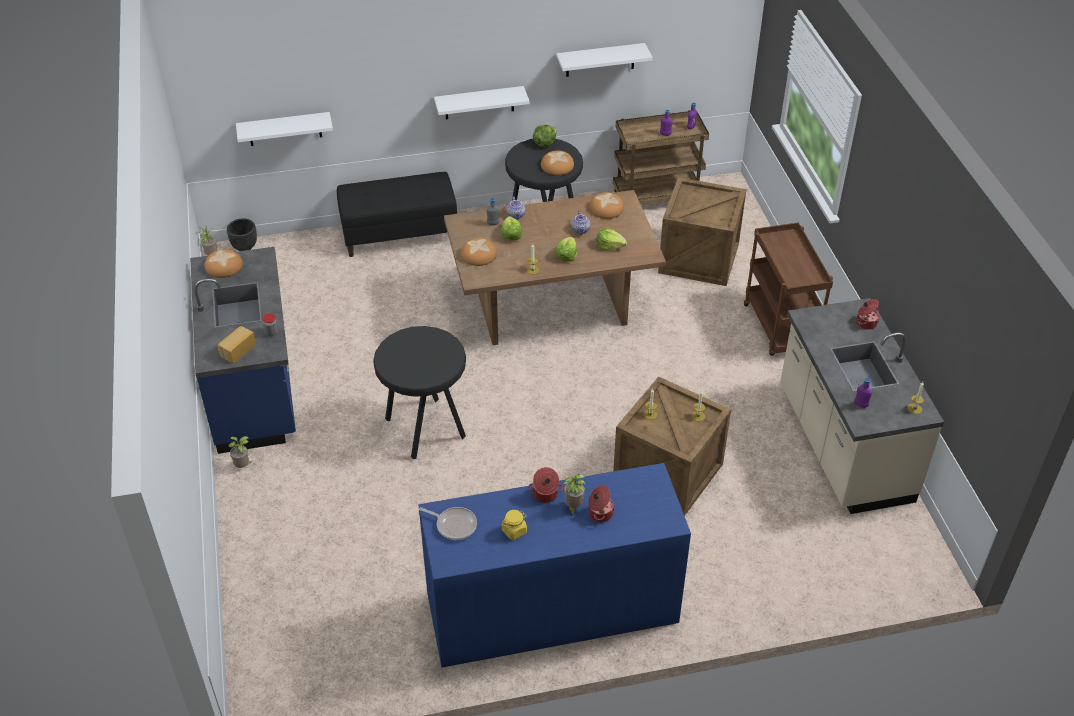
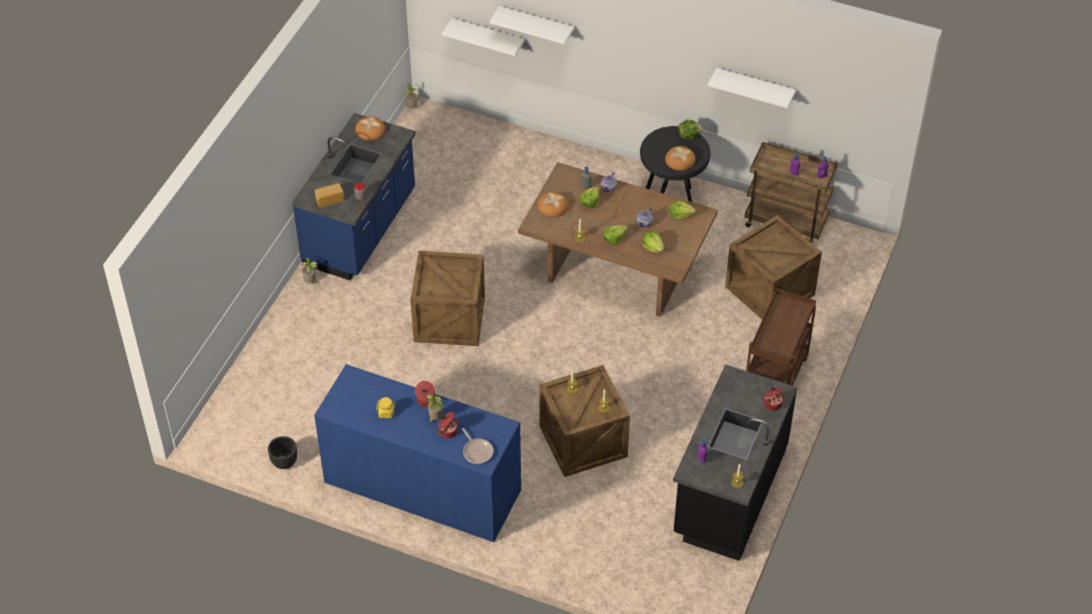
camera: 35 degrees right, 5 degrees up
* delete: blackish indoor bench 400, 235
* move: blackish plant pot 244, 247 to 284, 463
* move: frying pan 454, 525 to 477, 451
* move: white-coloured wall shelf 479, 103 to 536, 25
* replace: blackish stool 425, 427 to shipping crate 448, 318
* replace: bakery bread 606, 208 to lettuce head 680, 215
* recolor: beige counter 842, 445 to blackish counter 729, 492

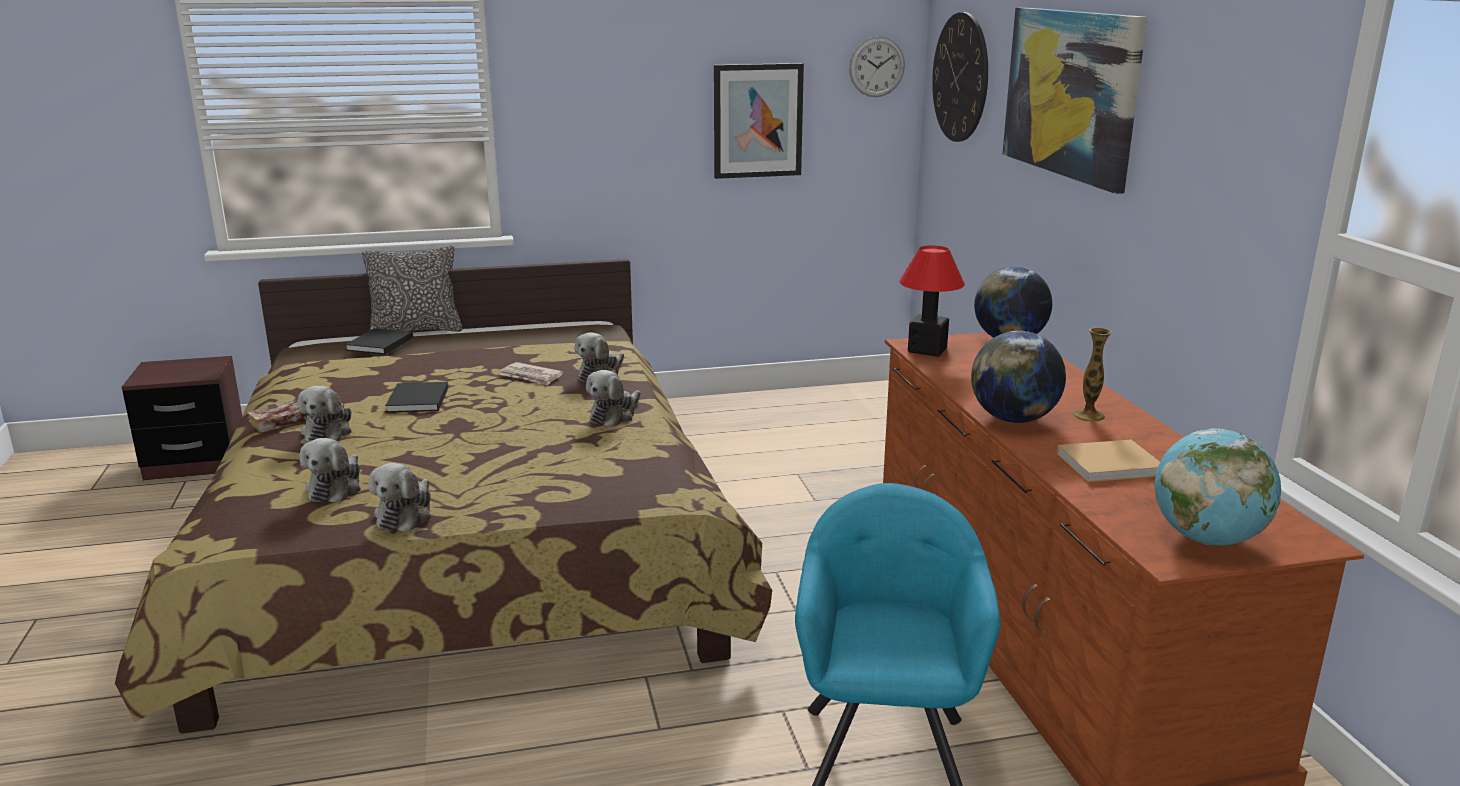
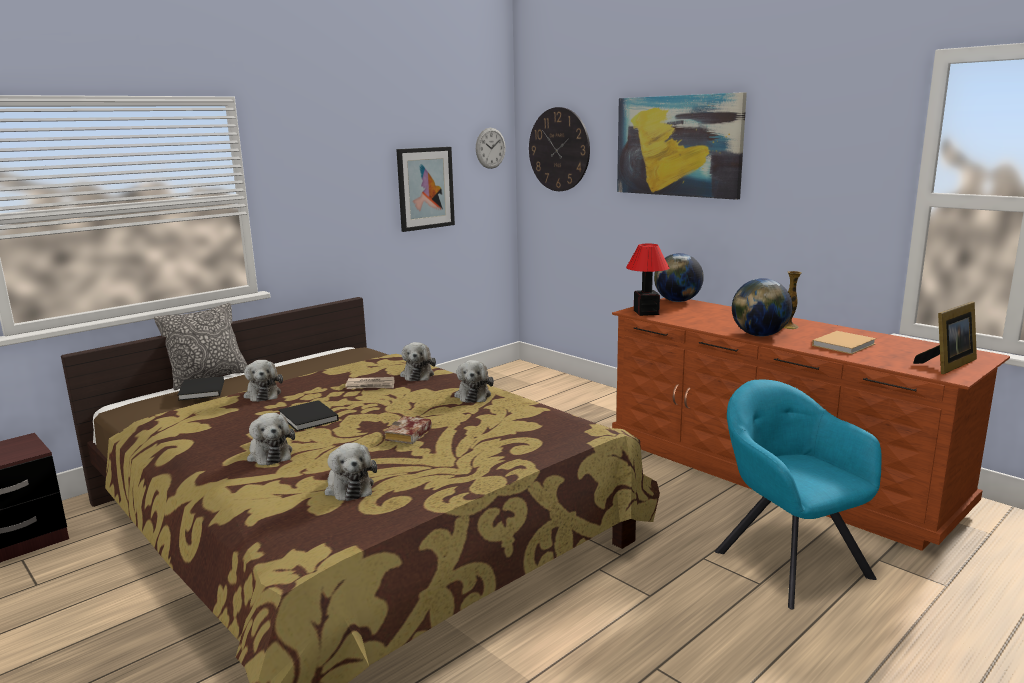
camera: 30 degrees left, 5 degrees down
* move: book 277, 423 to 409, 435
* move: soft toy 405, 515 to 262, 394
* replace: world globe 1207, 539 to photo frame 948, 365

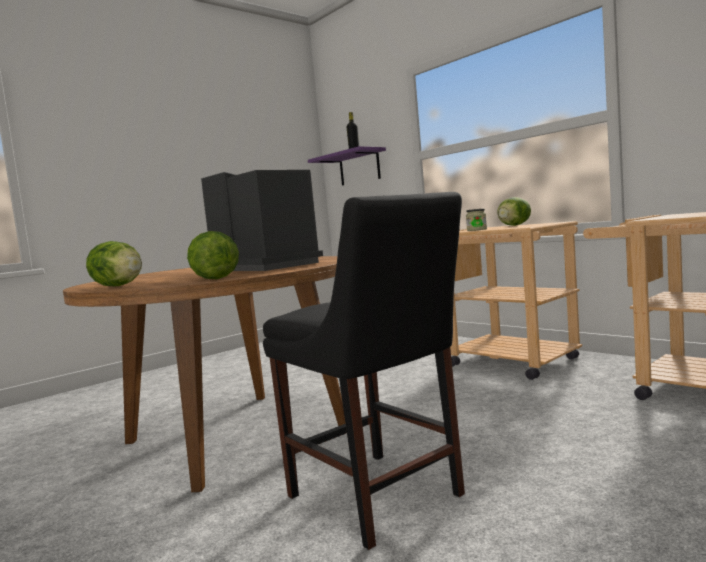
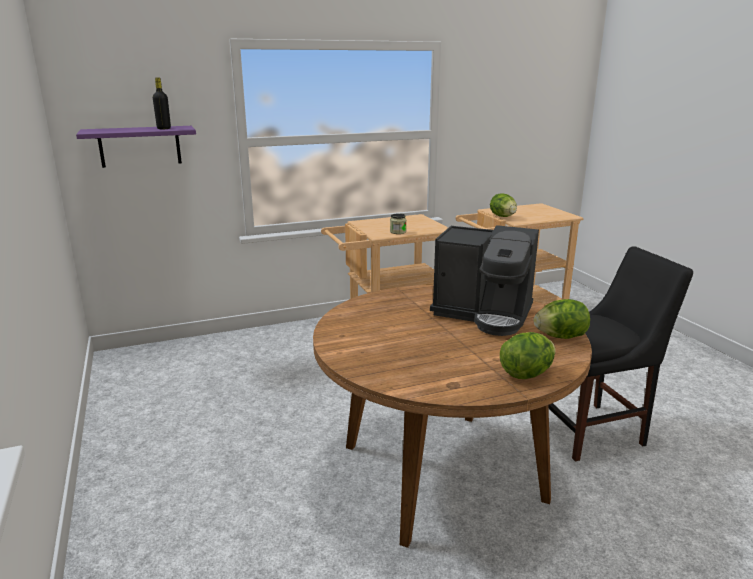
camera: 70 degrees left, 15 degrees up
* move: lettuce head 514, 225 to 503, 216
* rotate: coffee brewer 266, 267 = 484, 314 135 degrees counterclockwise

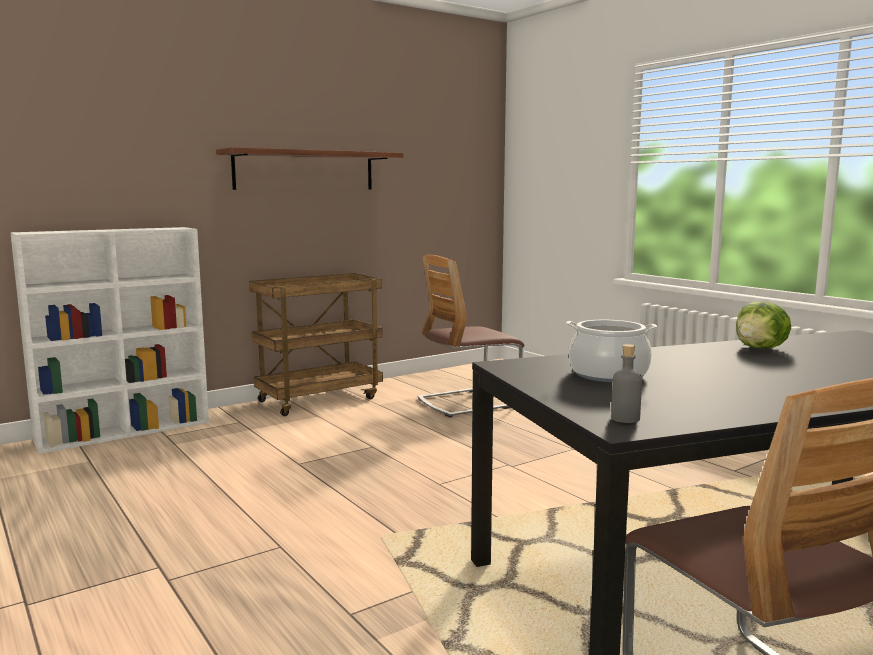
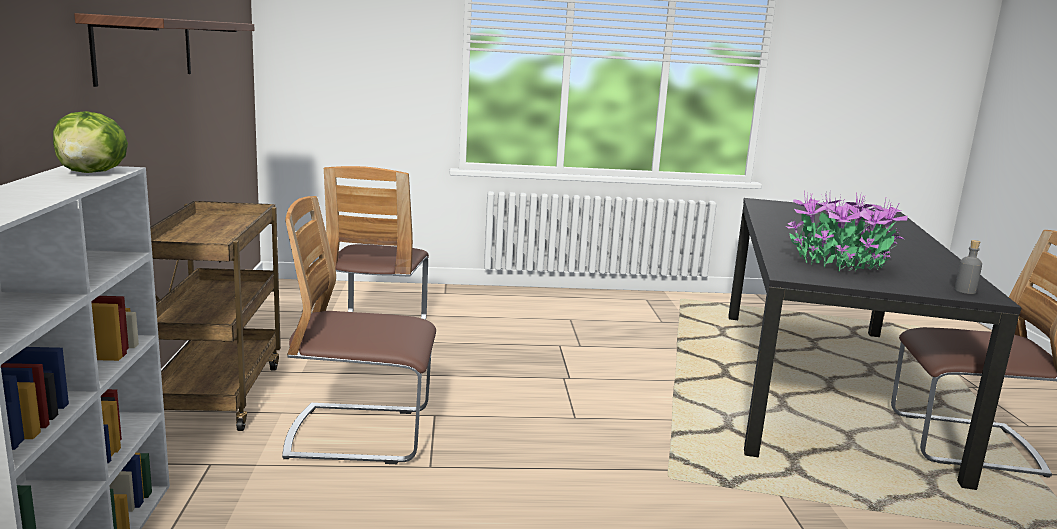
camera: 60 degrees left, 5 degrees up
* insert: upright chair 360, 434
* move: lettuce head 761, 348 to 93, 173
* replace: cooking pot 608, 374 to potted plant 841, 264

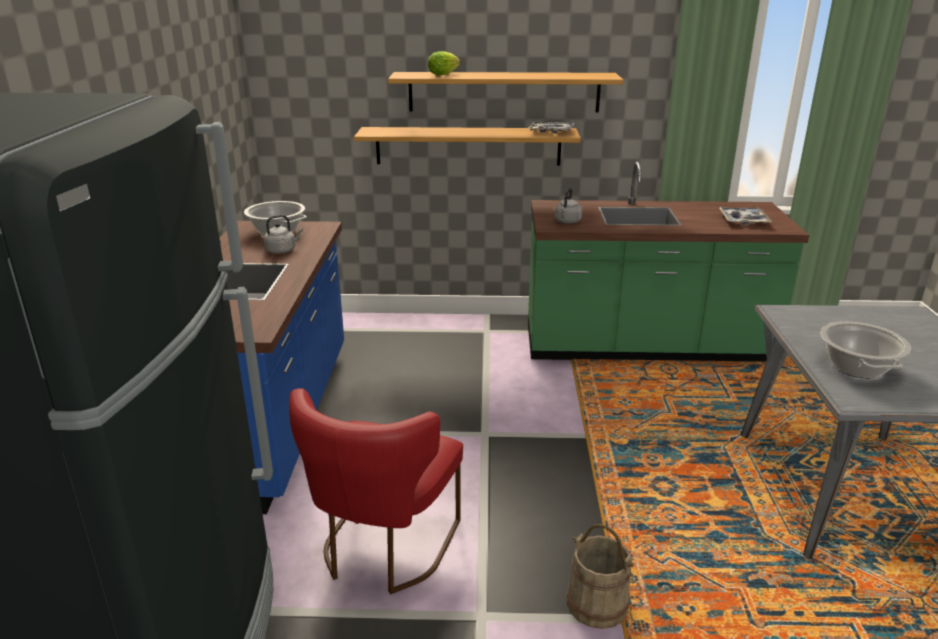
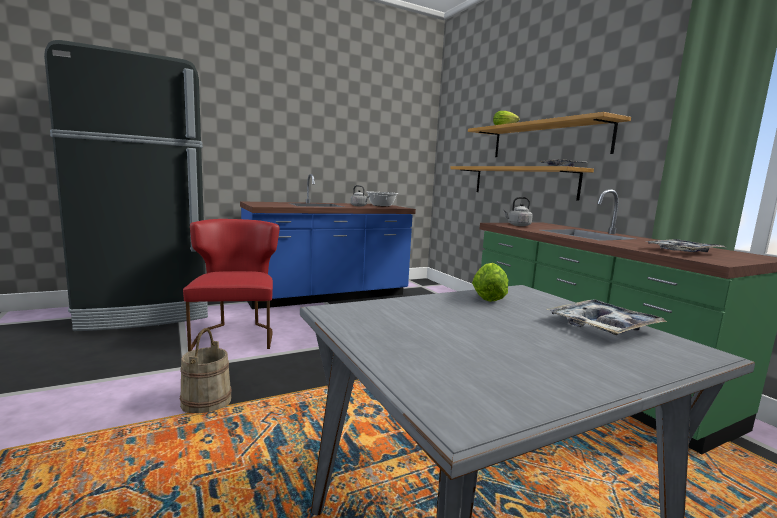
camera: 60 degrees right, 15 degrees down
* delete: cooking pot 856, 367
* insert: lettuce head 488, 297
* insert: serving tray 602, 326
* rotate: red upright chair 383, 550 = 235, 335 90 degrees clockwise

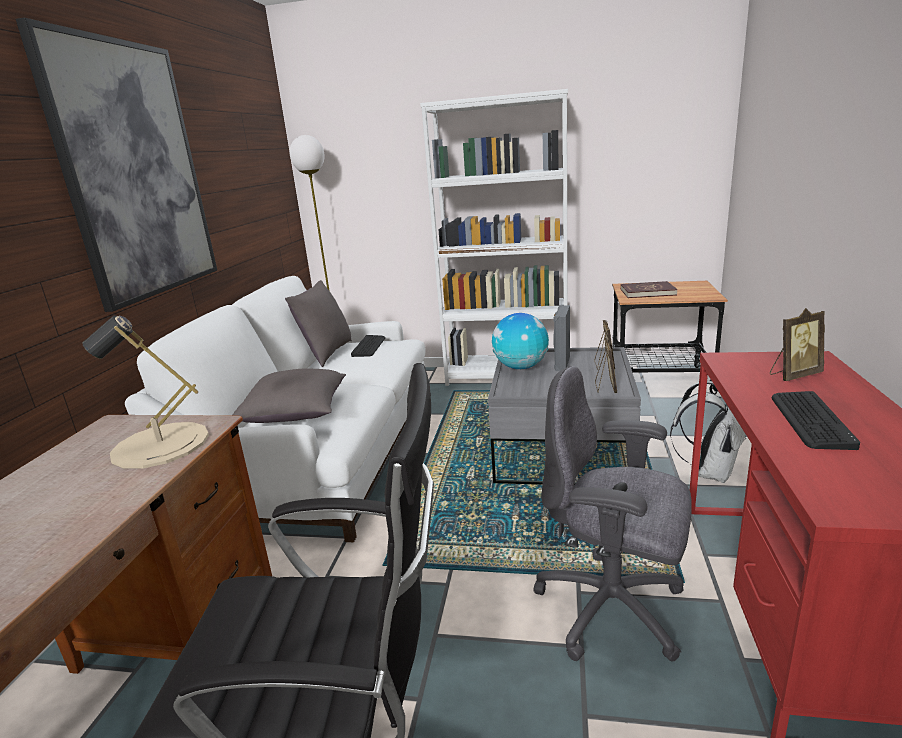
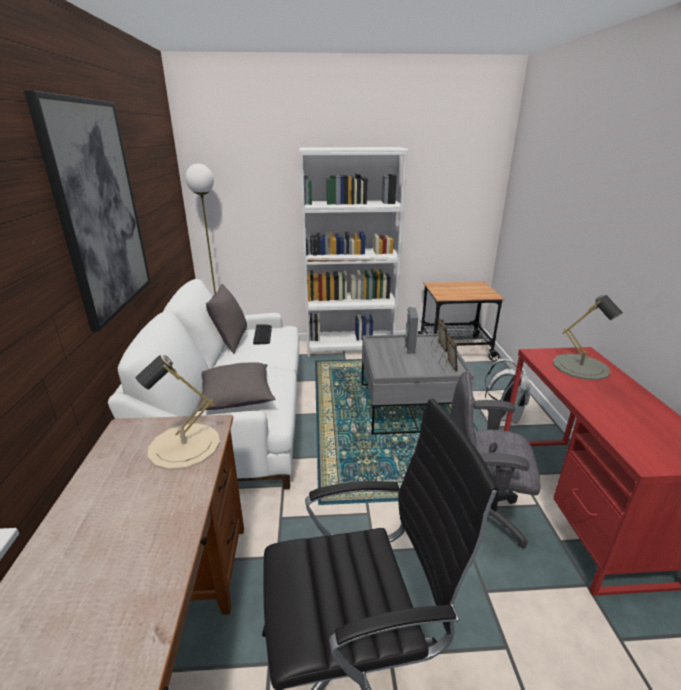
camera: 15 degrees left, 5 degrees up
* delete: world globe 521, 367
* delete: red book 647, 292
* delete: PC keyboard 810, 420
* replace: photo frame 793, 375 to greyish table lamp 580, 367

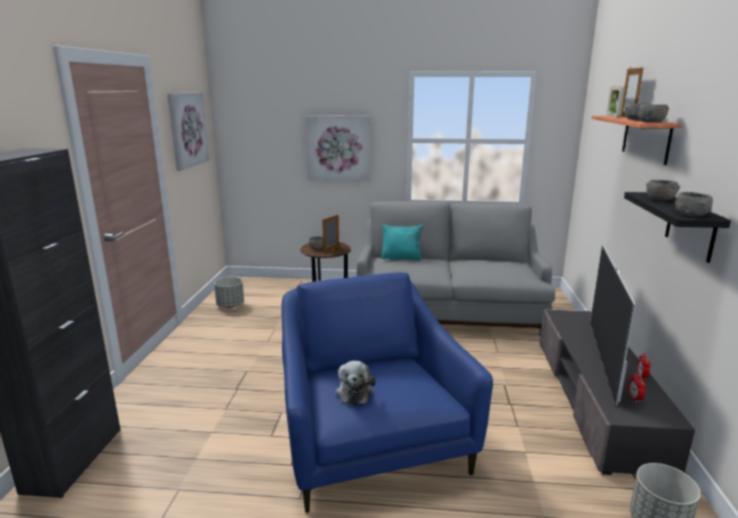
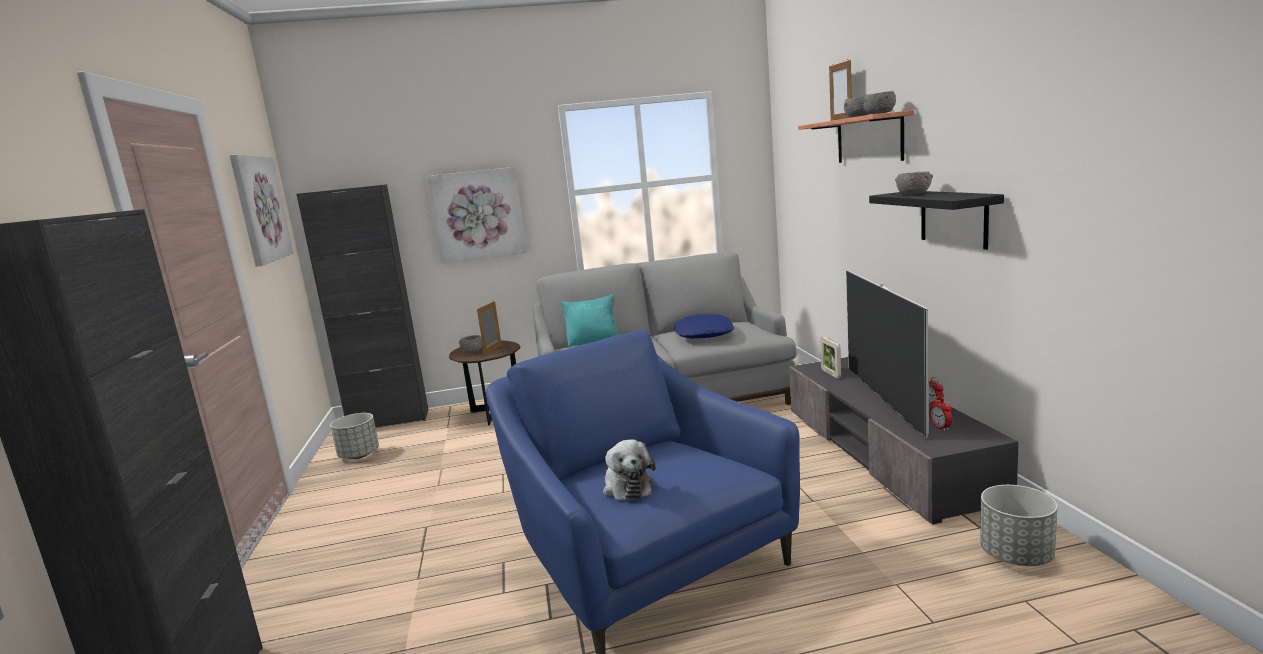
camera: 15 degrees left, 5 degrees down
* delete: greyish deep dish 691, 214
* insert: blackish storage cabinet 389, 421
* insert: blue-coloured cushion 704, 334
* move: photo frame 612, 117 to 830, 373

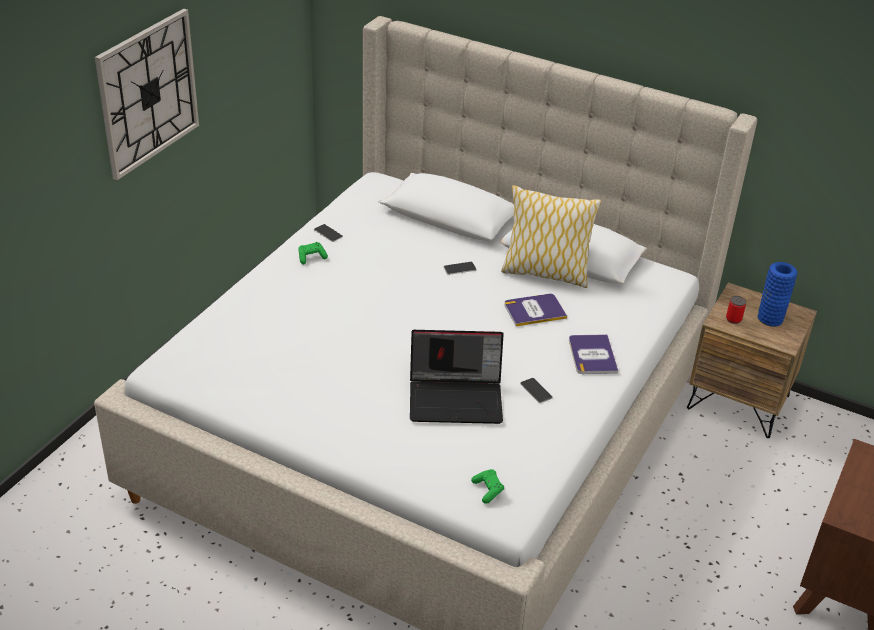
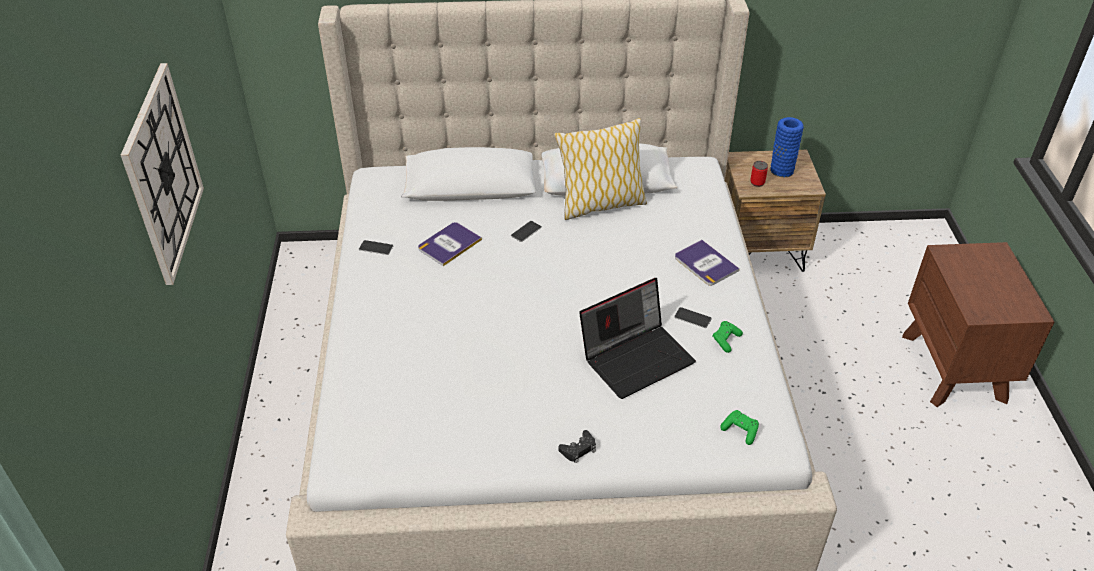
camera: 30 degrees left, 5 degrees up
* insert: blackish game controller 578, 449
* move: green-coloured game controller 311, 257 to 725, 340
* move: book 534, 310 to 449, 244

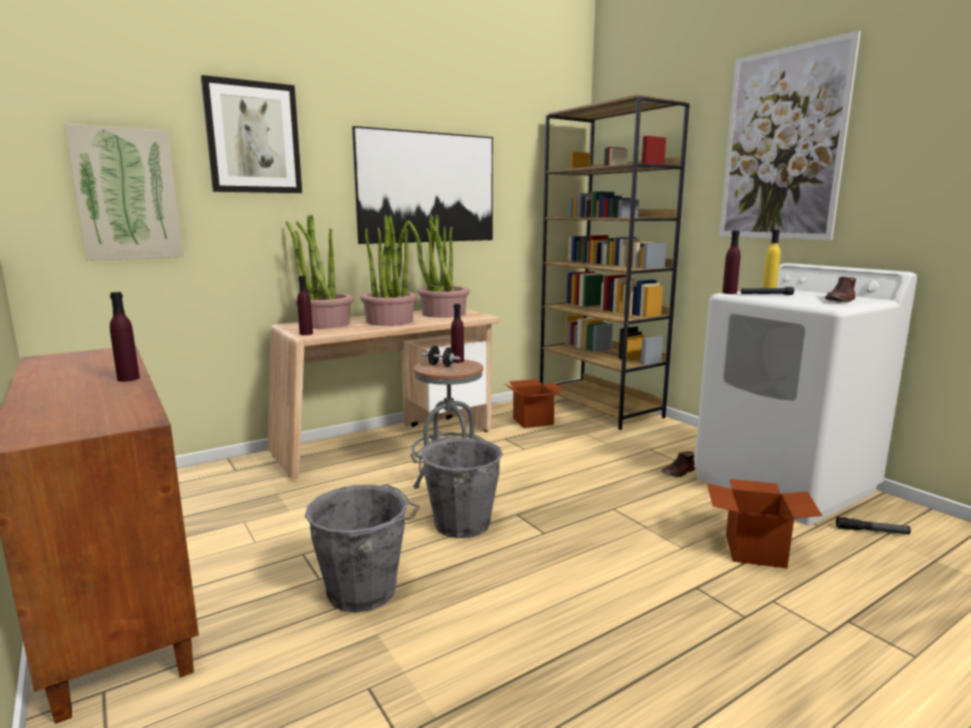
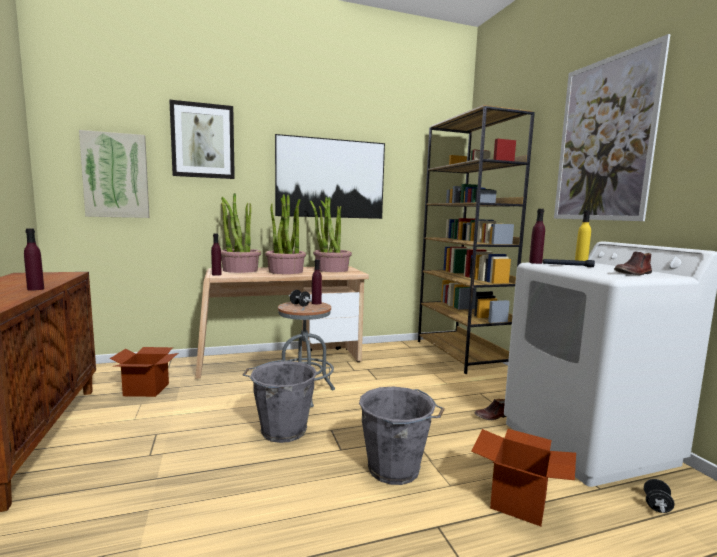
camera: 15 degrees right, 5 degrees down
* move: greyish water bucket 365, 591 to 396, 469
* move: packing box 533, 421 to 146, 390
* replace: hand torch 872, 531 to blackish hand weight 656, 505

